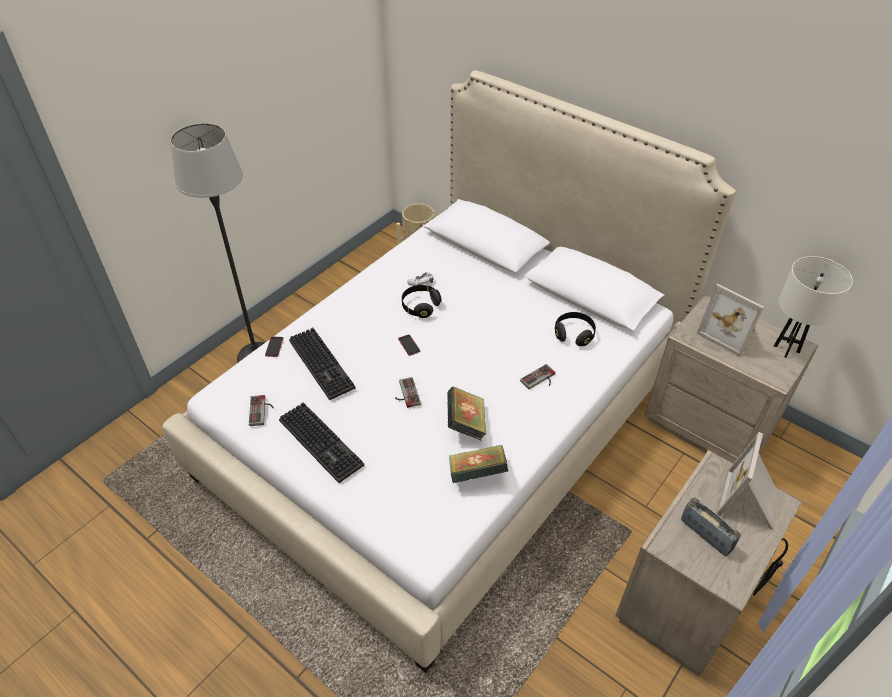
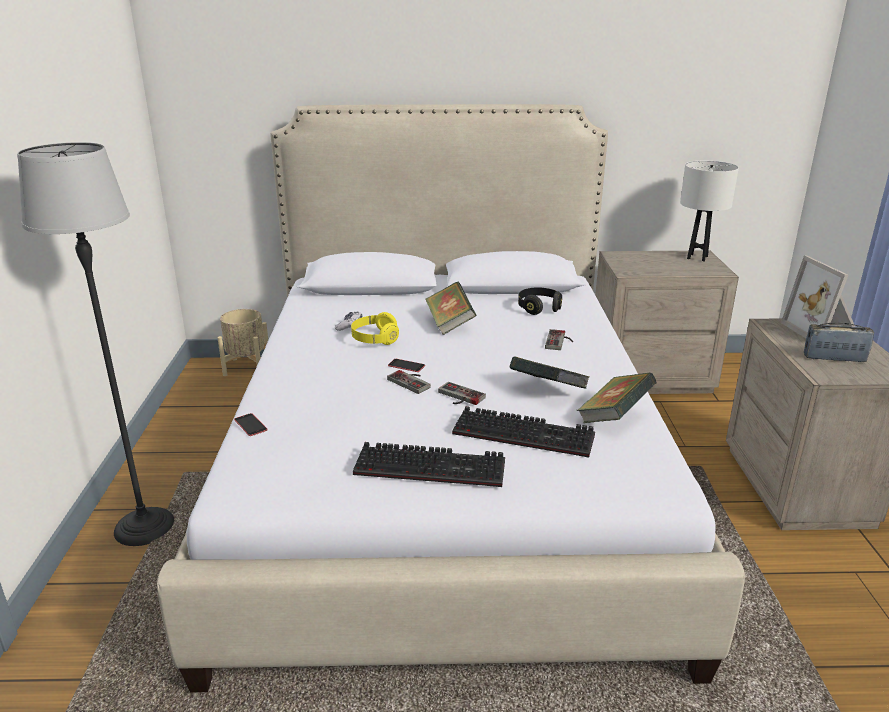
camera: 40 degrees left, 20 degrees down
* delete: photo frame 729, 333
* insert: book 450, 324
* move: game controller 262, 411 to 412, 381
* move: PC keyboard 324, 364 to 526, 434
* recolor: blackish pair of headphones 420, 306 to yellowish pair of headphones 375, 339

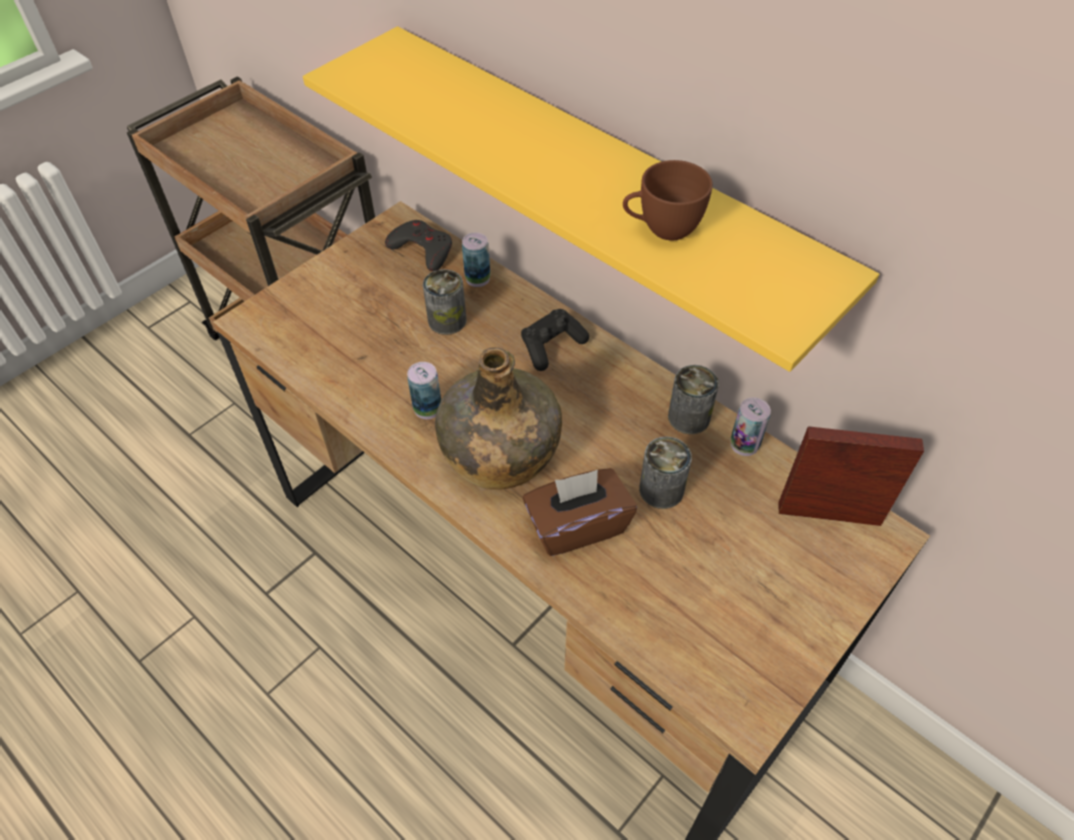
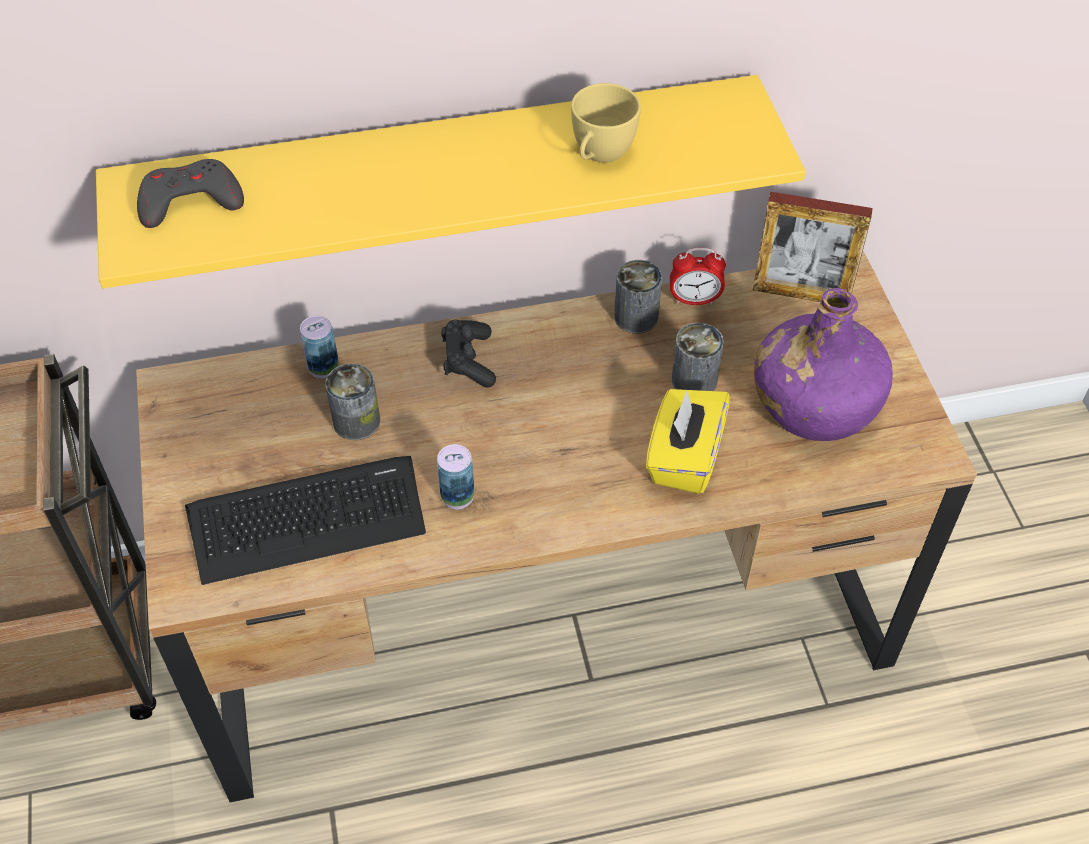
camera: 55 degrees left, 0 degrees up
* delete: green-coloured bottle 499, 452
* insert: PC keyboard 307, 519
* insert: purplish bottle 814, 403
* move: greyish game controller 422, 249 to 190, 201
* replace: sealed can 744, 444 to alarm clock 694, 300
* recolor: brown box of tissues 577, 525 to yellowish box of tissues 684, 458
* recolor: brown cup 661, 229 to yellowish cup 599, 155
* rotate: photo frame 829, 514 = 801, 293 120 degrees counterclockwise

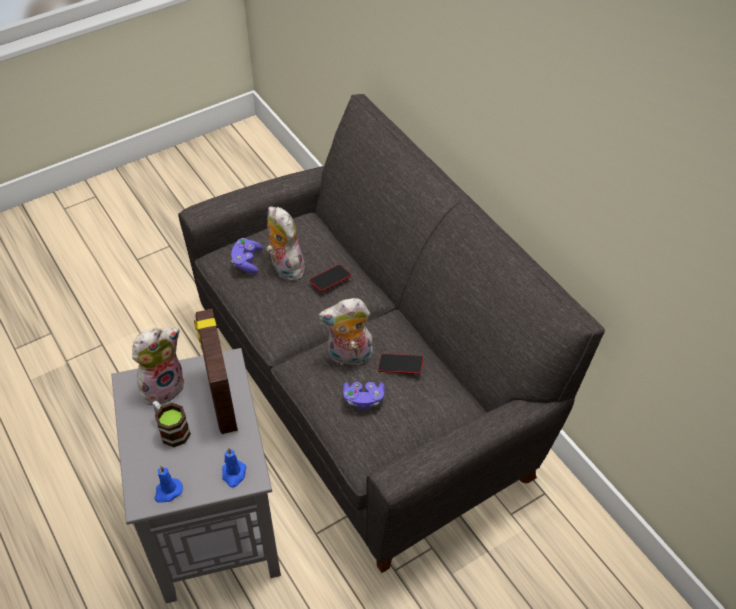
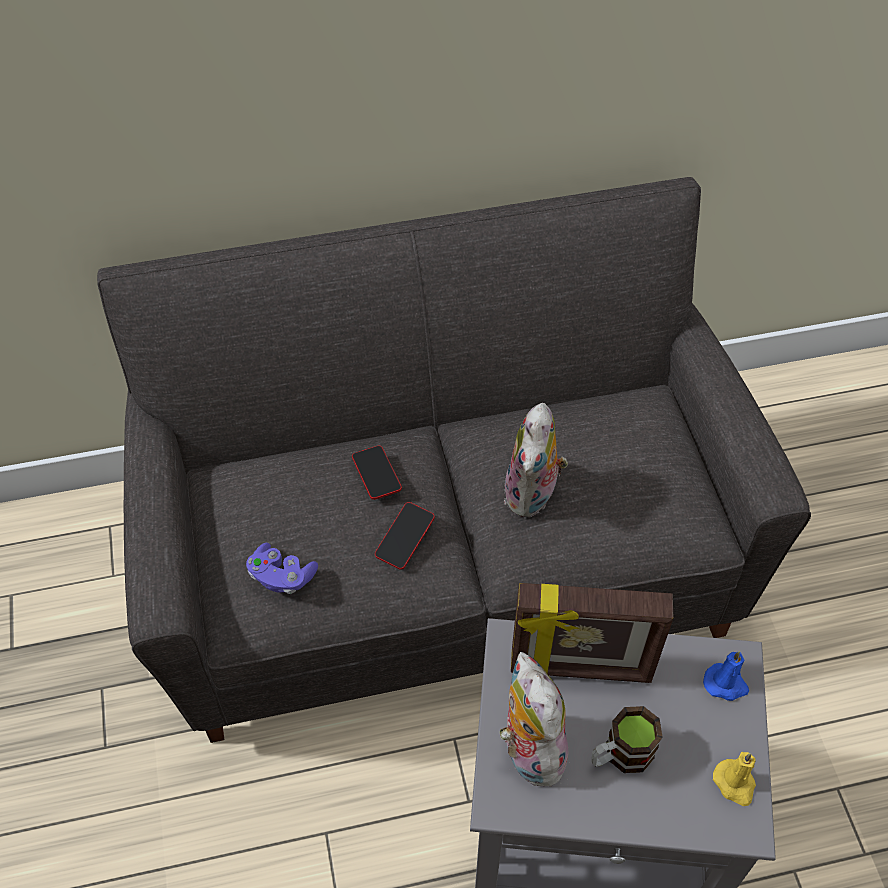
camera: 70 degrees left, 5 degrees up
* delete: soft toy 284, 267
* delete: purplish game controller 363, 399
* move: phone 400, 366 to 405, 538
* recolor: blue-coloured candle 168, 491 to yellowish candle 735, 783

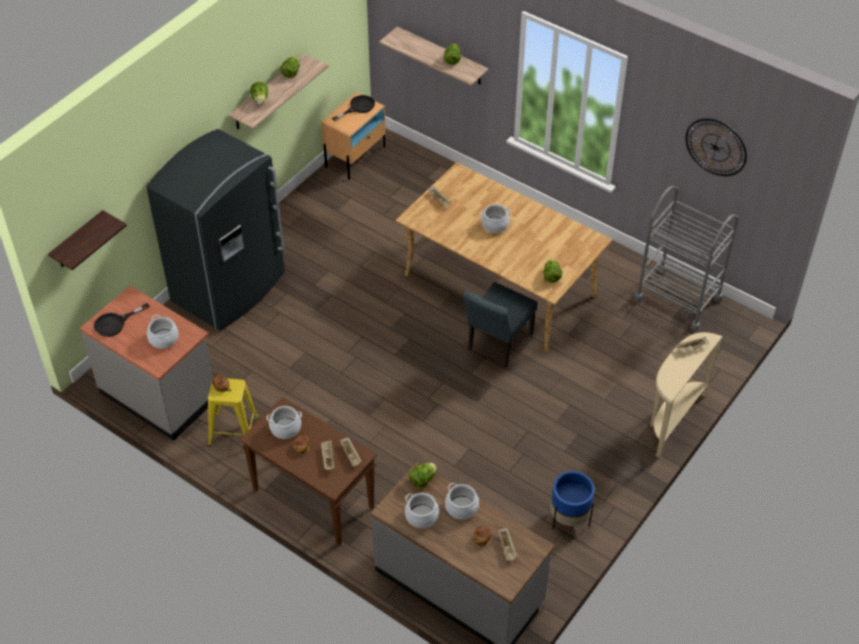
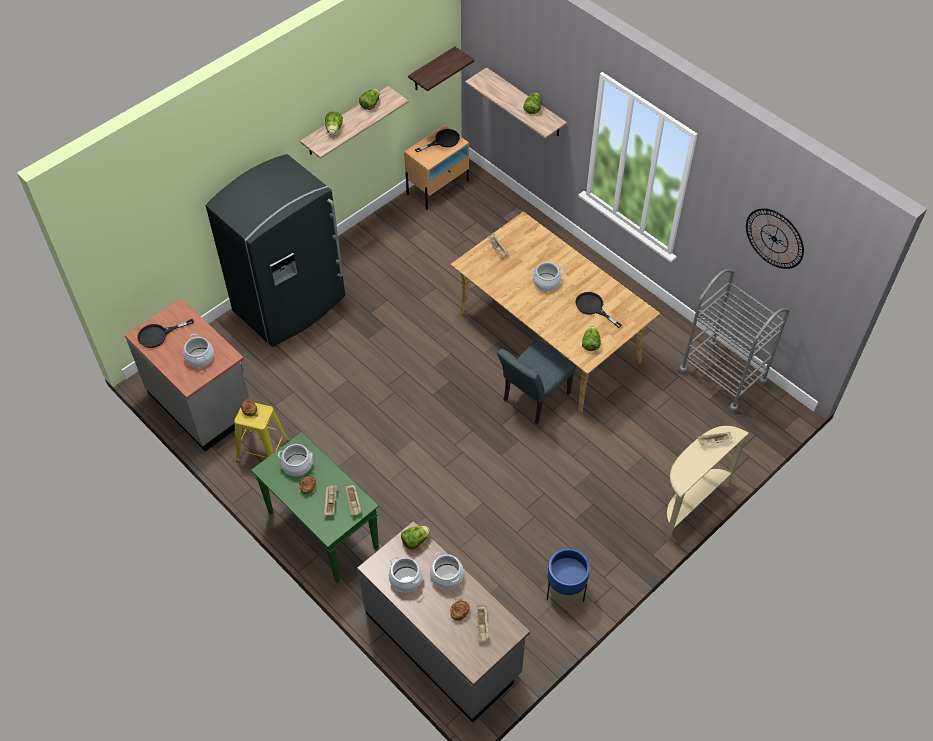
camera: 10 degrees right, 5 degrees up
* insert: blackish frying pan 593, 308
* move: wall shelf 78, 241 to 432, 70
* recolor: brown hall table 312, 498 to green-coloured hall table 322, 530

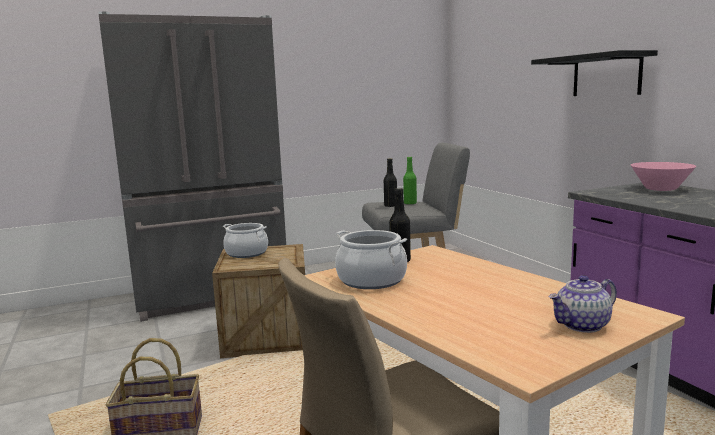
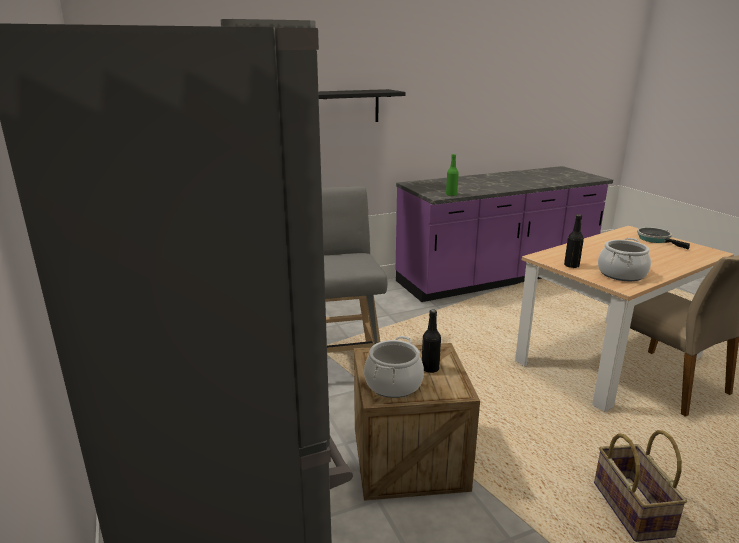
camera: 90 degrees left, 10 degrees up
* delete: pink deep dish 660, 189
* move: blackish bottle 390, 206 to 430, 368
* move: green-coloured bottle 410, 203 to 451, 195
* replace: pot for tea 582, 325 to frying pan 656, 239

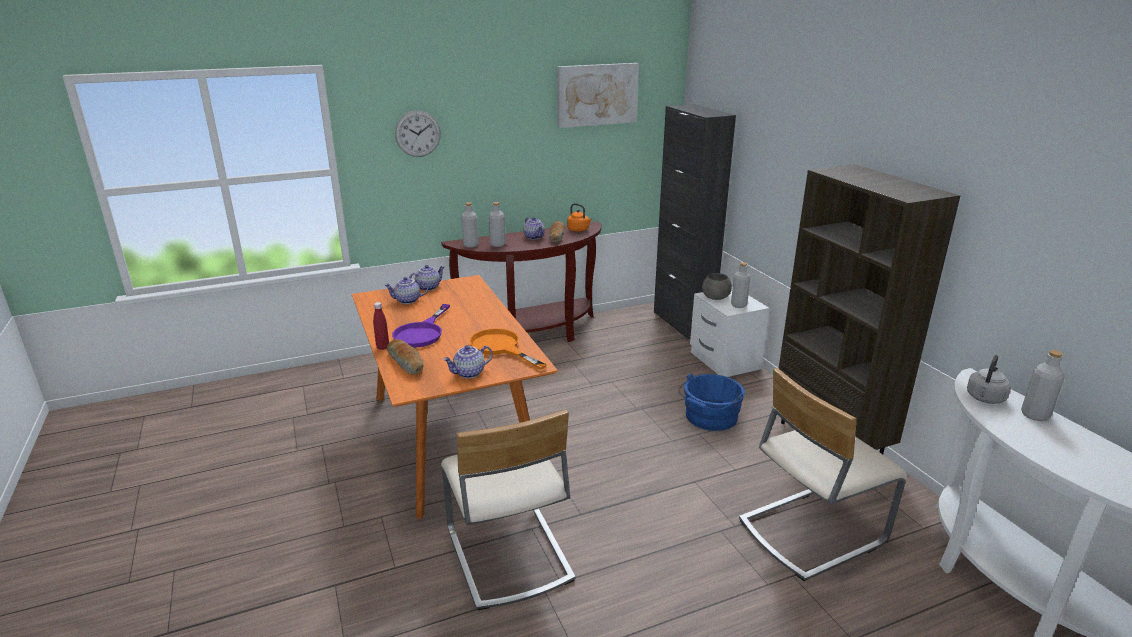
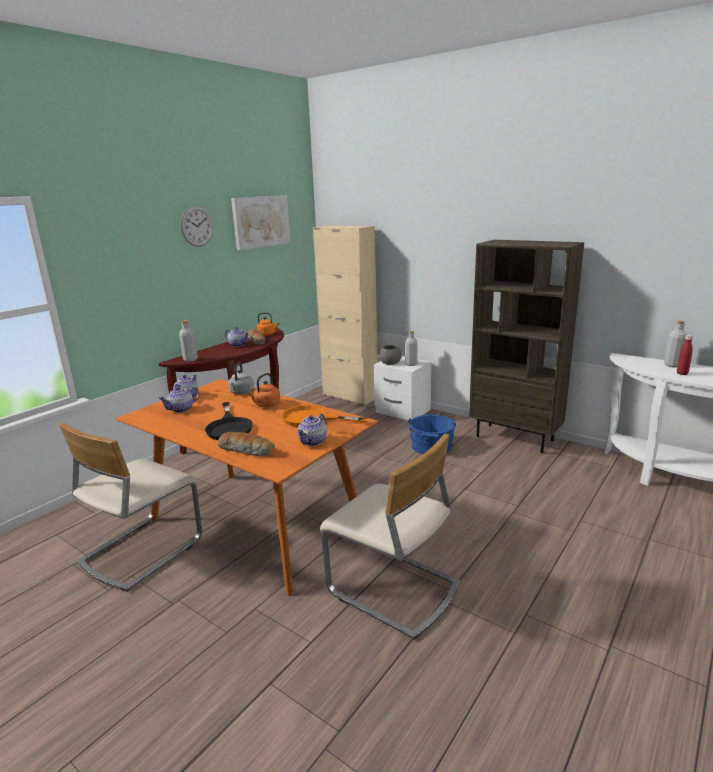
camera: 30 degrees left, 5 degrees down
* delete: greyish bottle 497, 244
* insert: orangey tea kettle 266, 405
* move: red bottle 383, 347 to 682, 373
* move: hanging clock 418, 133 to 197, 226
* move: beige upright chair 810, 531 to 141, 551
* move: greyish tea kettle 984, 398 to 241, 393
* recolor: purplish frying pan 422, 333 to blackish frying pan 229, 427
* recolor: blackish storage cabinet 682, 323 to beige storage cabinet 350, 396

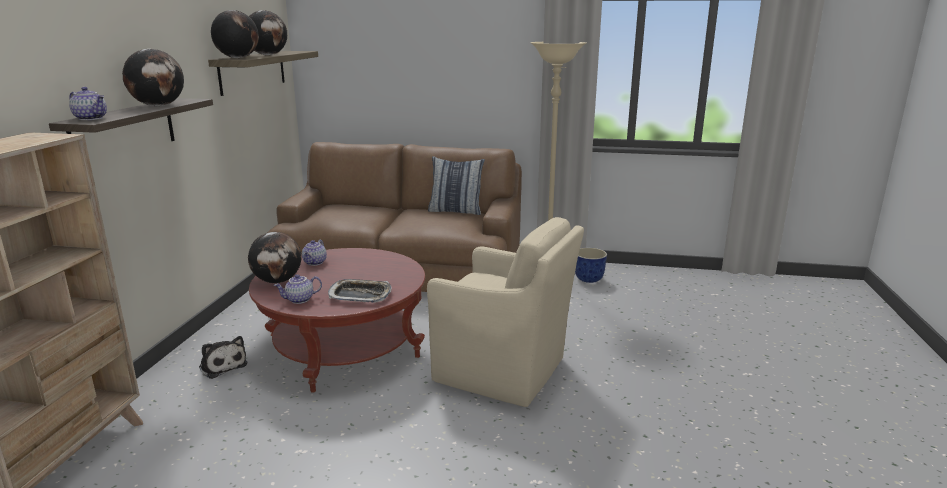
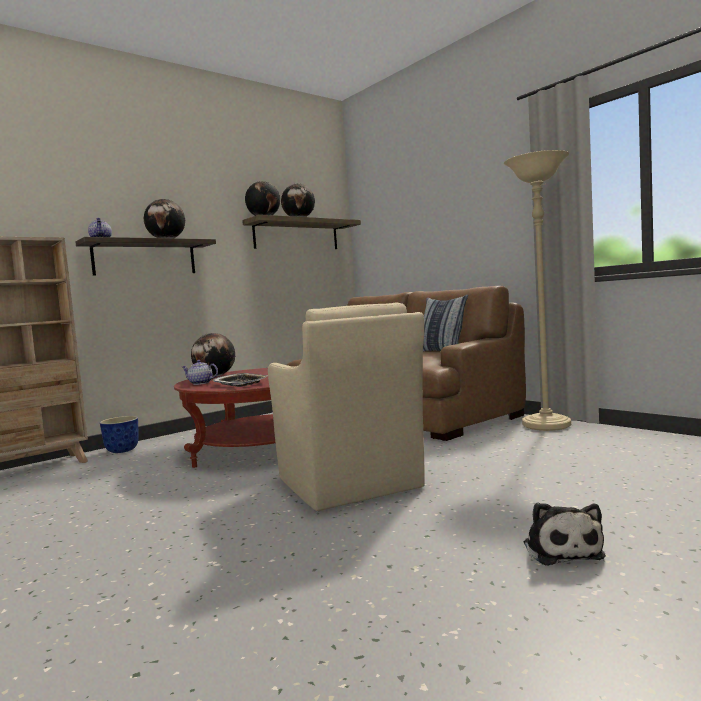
camera: 40 degrees right, 15 degrees down
* delete: pot for tea 315, 263
* move: soft toy 222, 365 to 561, 549
* move: plant pot 588, 279 to 122, 450

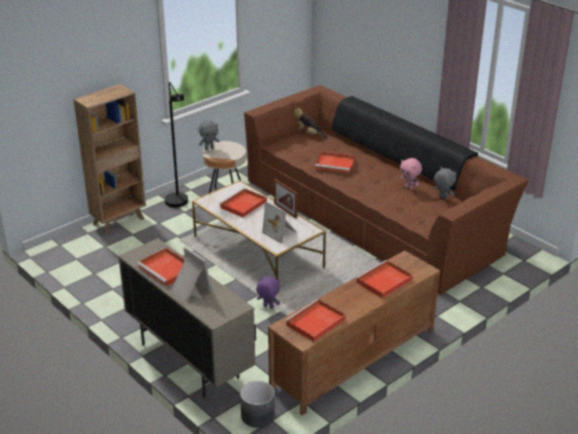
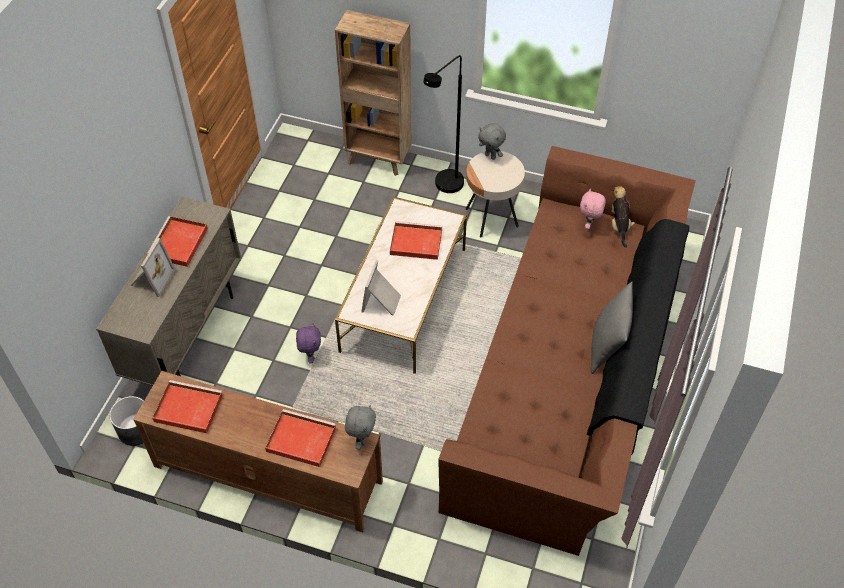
camera: 60 degrees right, 20 degrees up
* delete: photo frame 285, 210
* delete: red serving tray 336, 164
* insert: greyish cushion 607, 347
* move: pink soft toy 409, 187 to 589, 224
* move: greyish soft toy 442, 198 to 361, 439

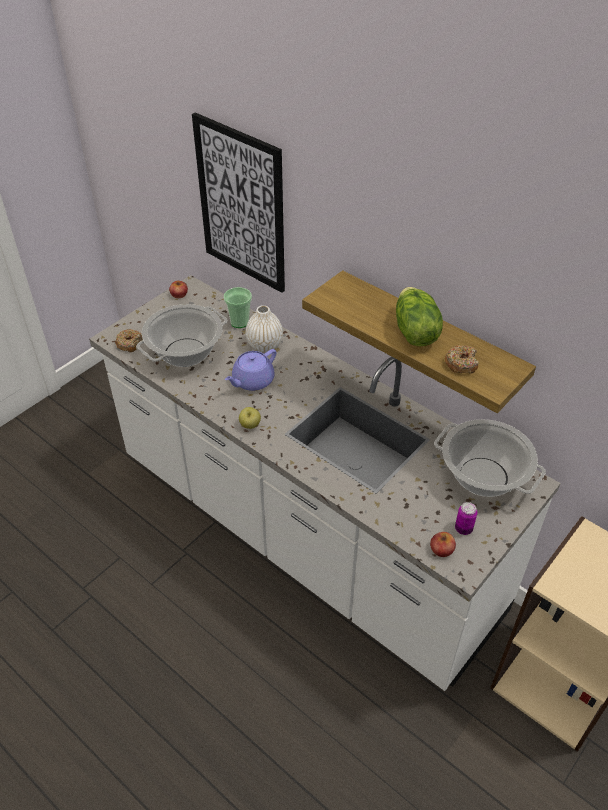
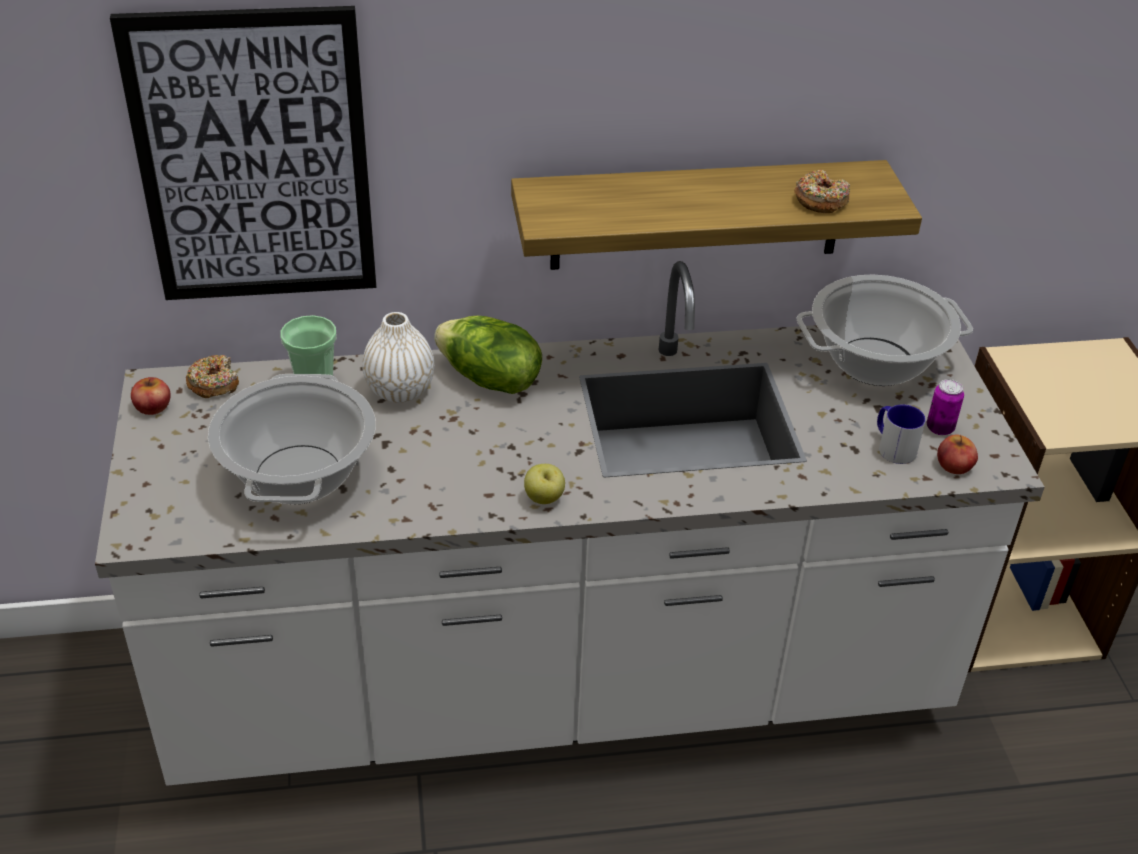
camera: 50 degrees left, 5 degrees down
* delete: purplish pot for tea 252, 381
* insert: tea mug 892, 446
* move: donut 129, 344 to 214, 384
* move: lettuce head 414, 332 to 489, 380

